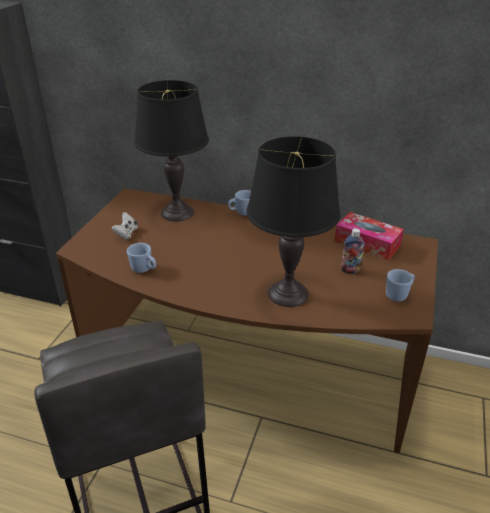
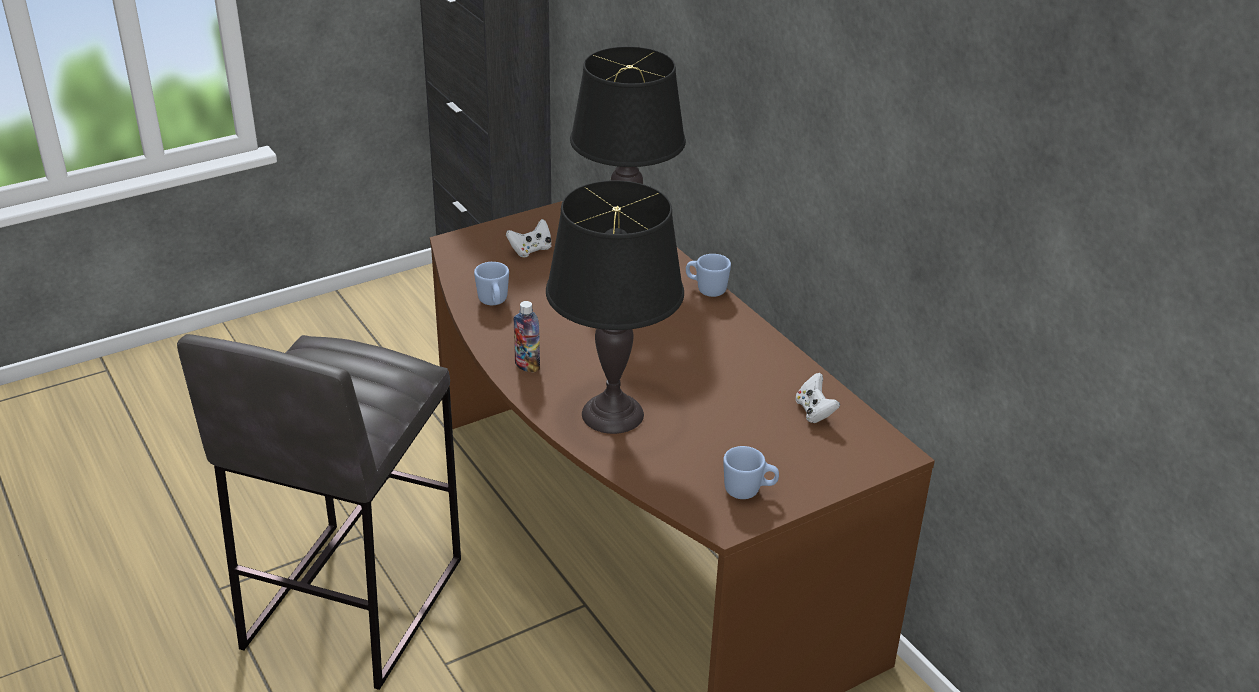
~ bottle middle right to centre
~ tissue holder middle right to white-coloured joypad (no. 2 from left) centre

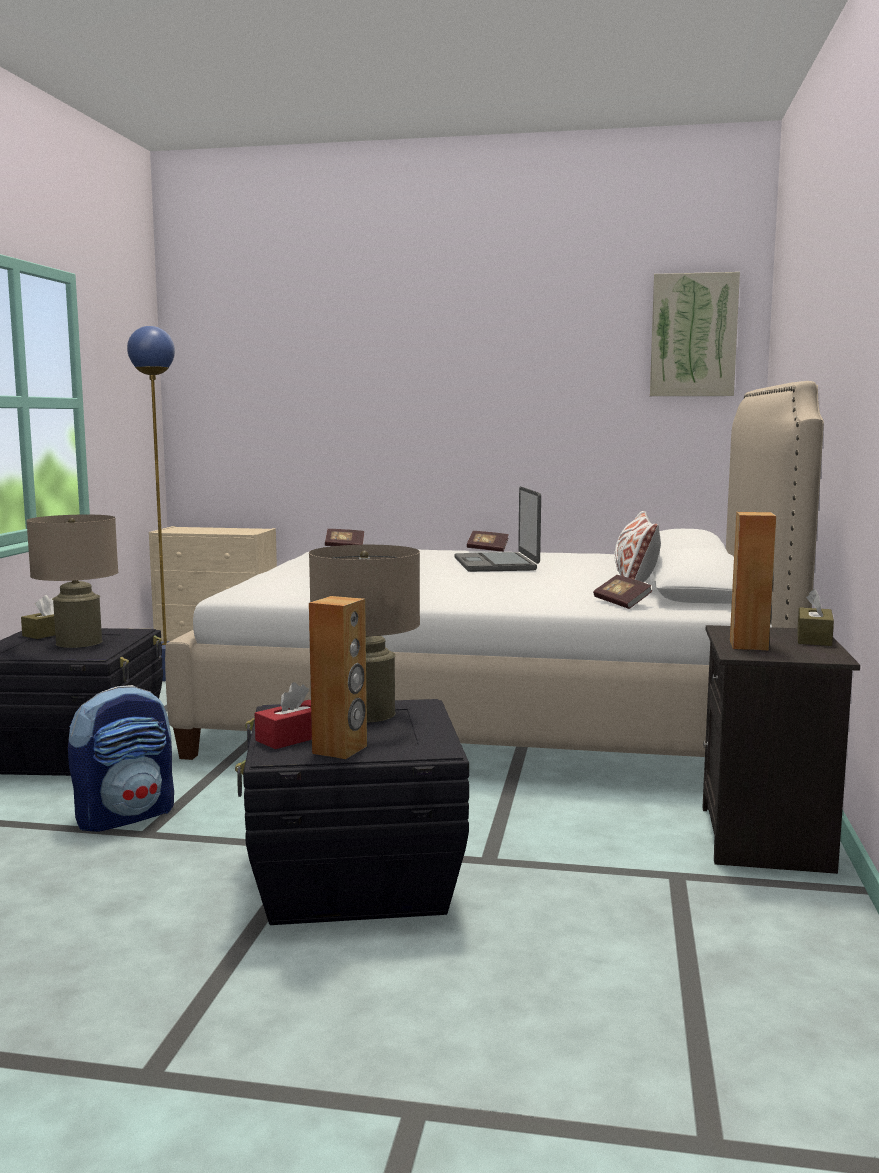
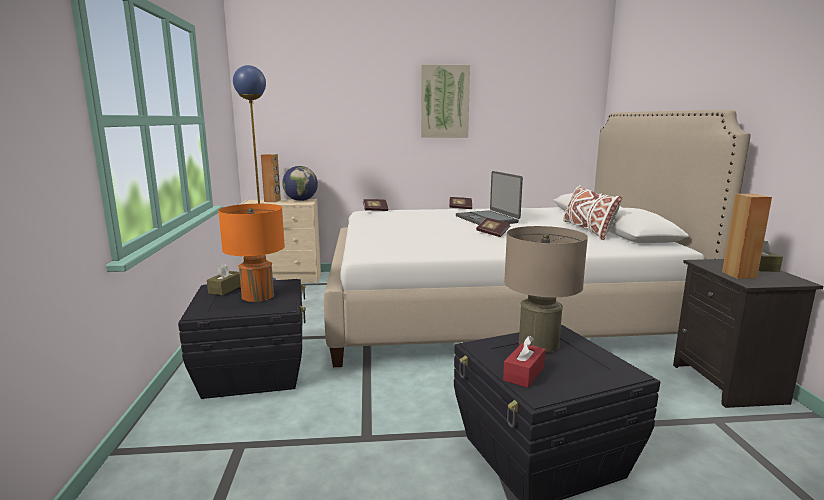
~ beige-coloured lamp for a table (no. 1 from left) middle left to orange lamp for a table middle left
~ brown-coloured audio speaker (no. 1 from left) centre to middle left
+ world globe centre
~ picture top right to top centre
~ book (no. 3 from left) middle right to centre
- rucksack middle left

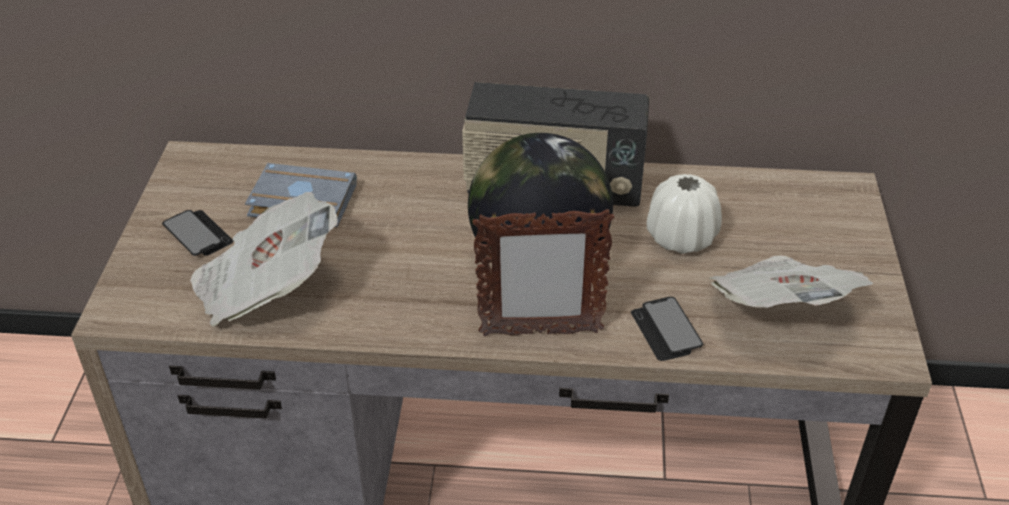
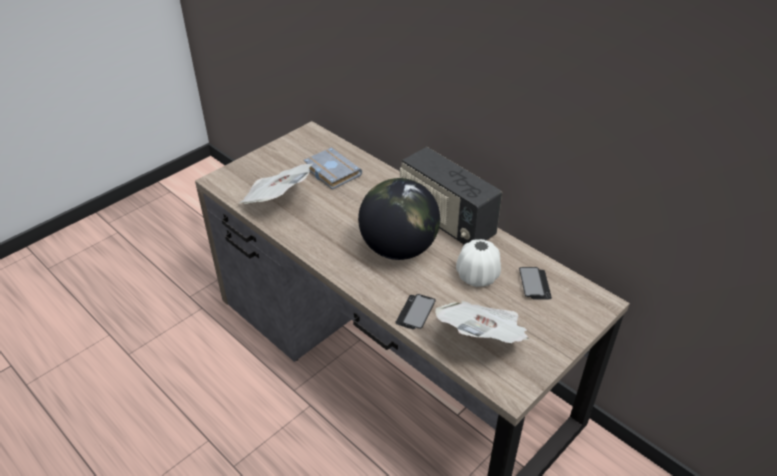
~ telephone (no. 1 from left in the first image) middle left to telephone (no. 2 from left) middle right
- standing frame centre

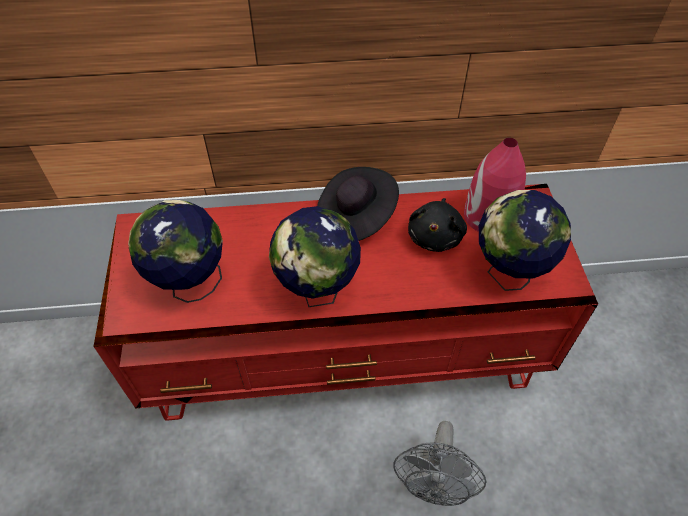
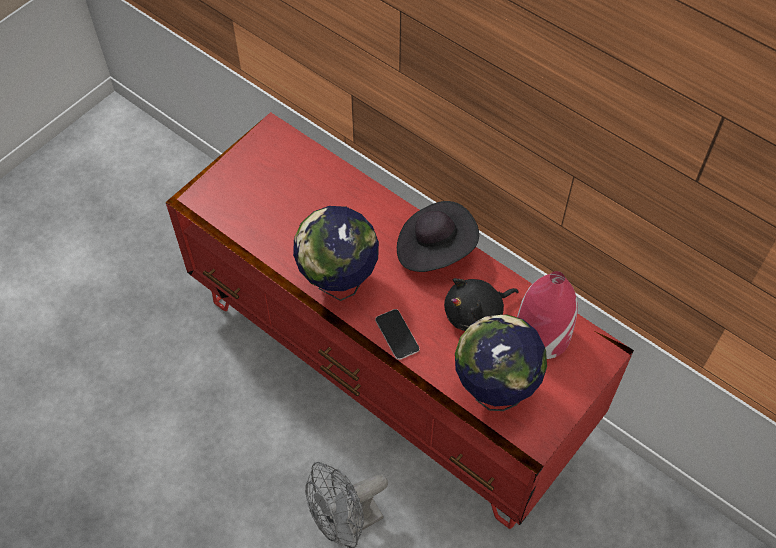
+ telephone centre
- world globe (no. 1 from left) middle left

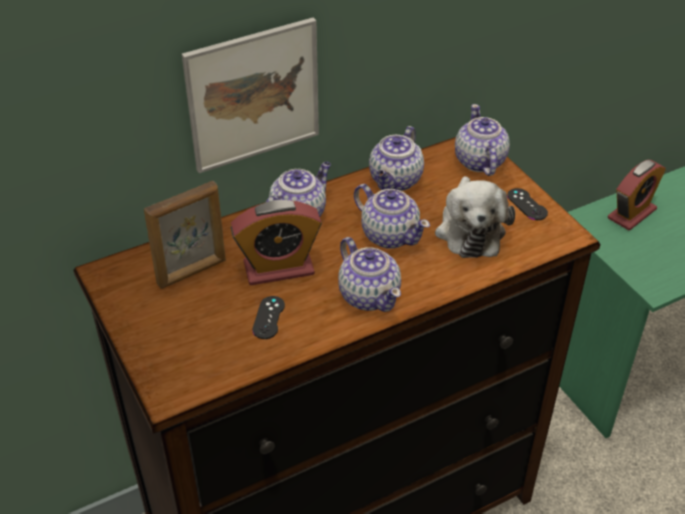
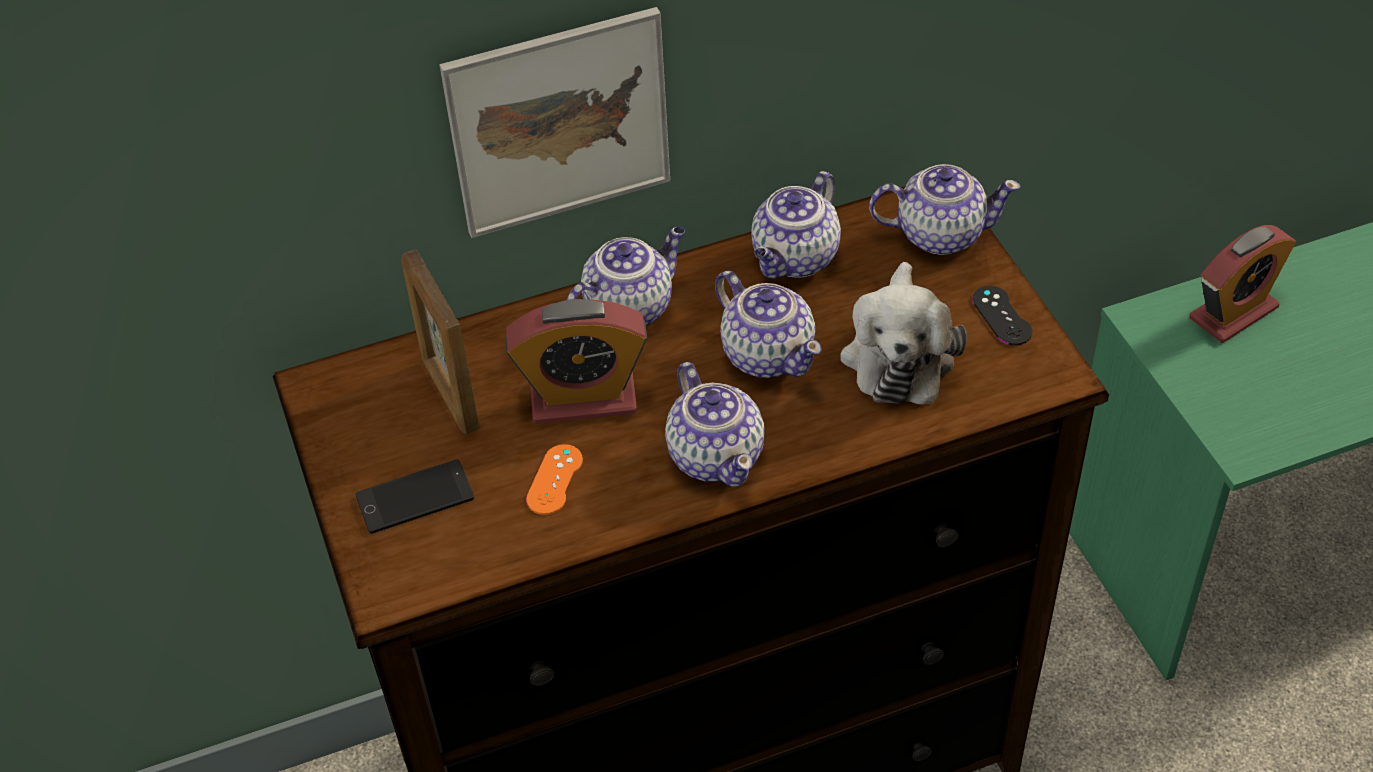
+ telephone middle left
~ standing frame middle left = middle left 90 degrees clockwise
~ blackish joypad (no. 1 from left) centre to orange joypad centre
~ teapot (no. 5 from left) top right = top right 90 degrees clockwise

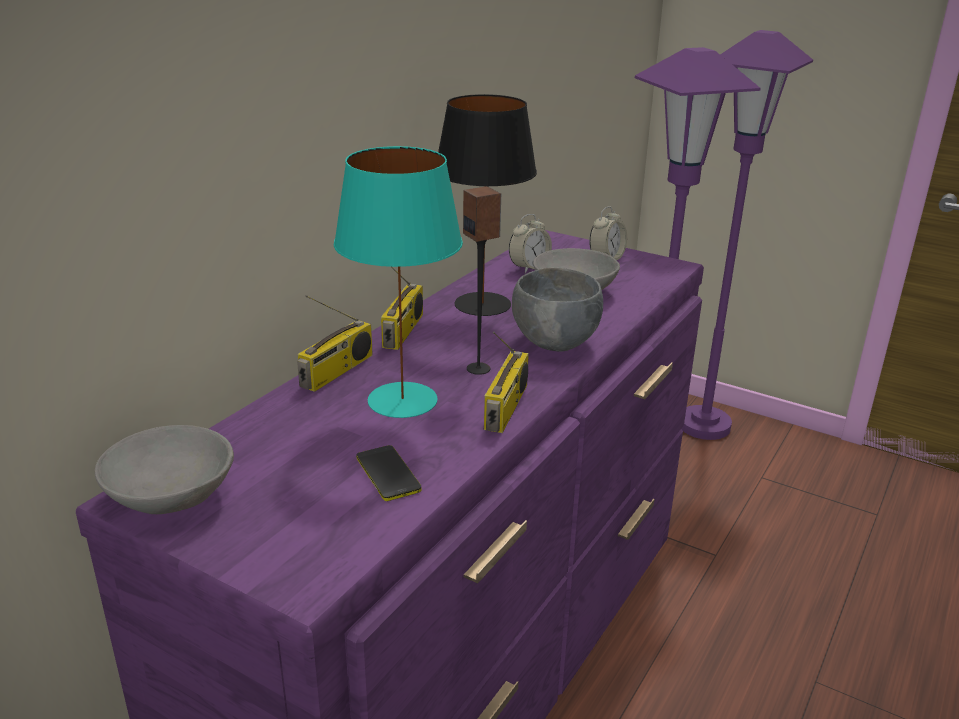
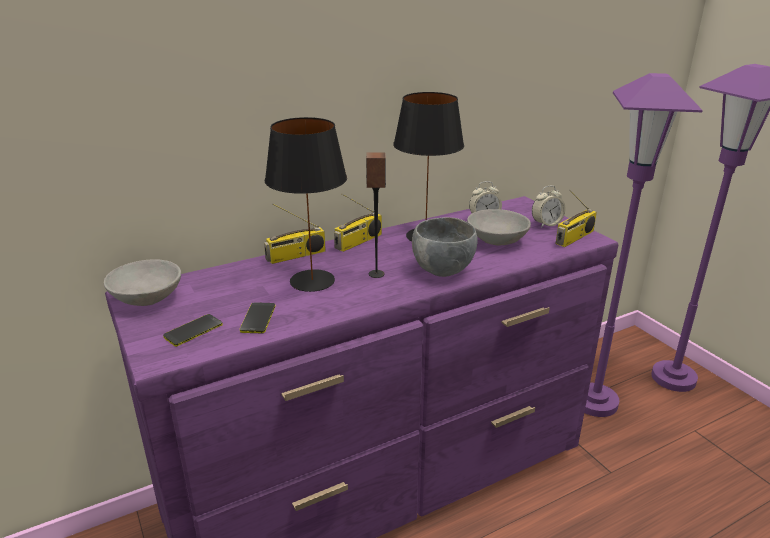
+ telephone (no. 1 from left) middle left
~ blue-green lamp for a table centre to blackish lamp for a table (no. 1 from left) centre
~ radio receiver (no. 3 from left) centre to middle right

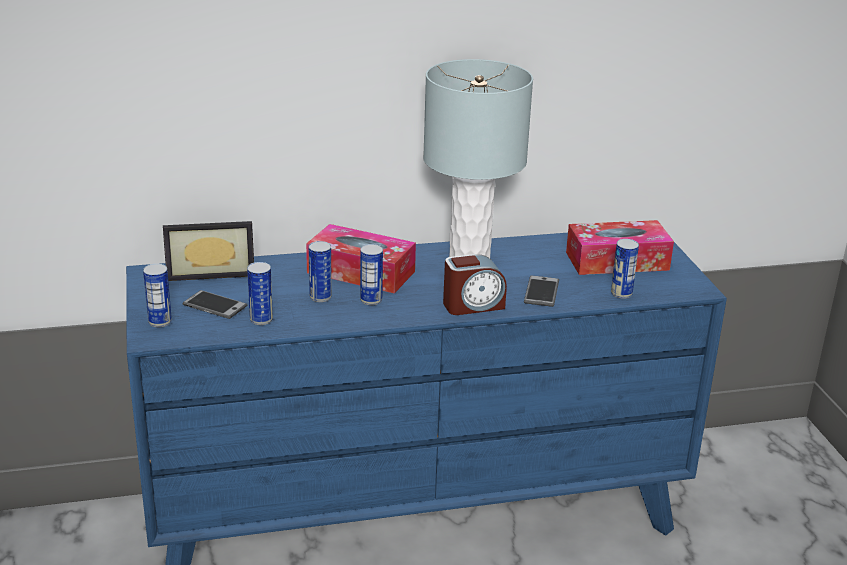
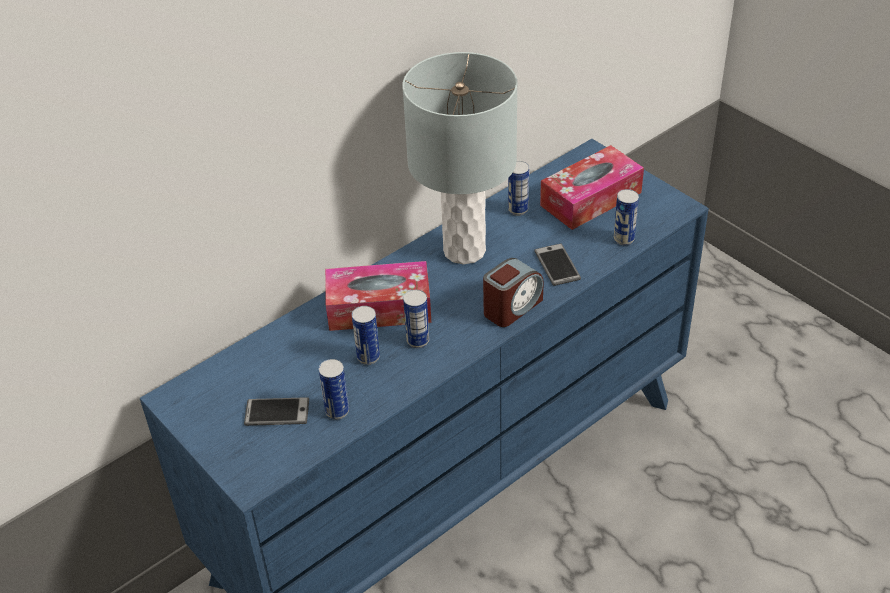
~ metal can (no. 1 from left in the first image) middle left to metal can (no. 4 from left) top centre
- standing frame middle left

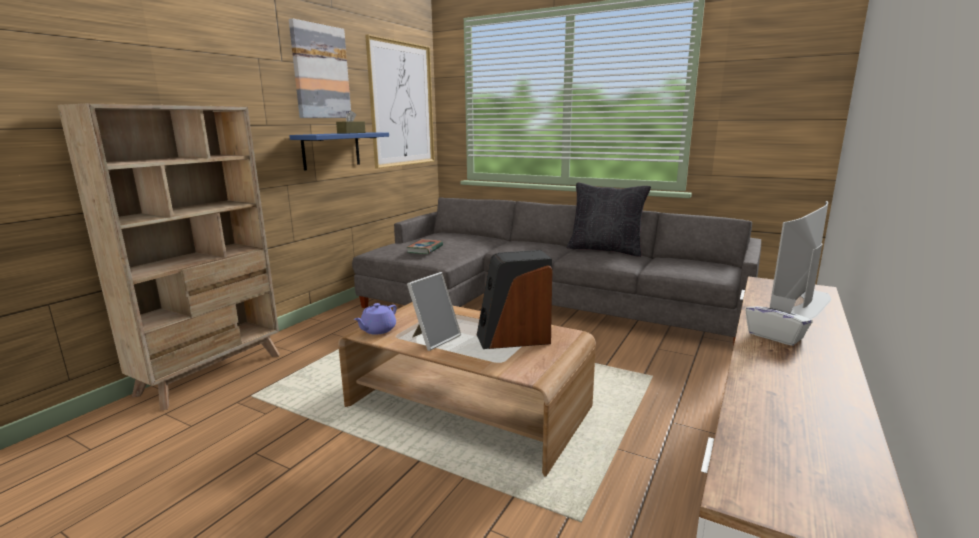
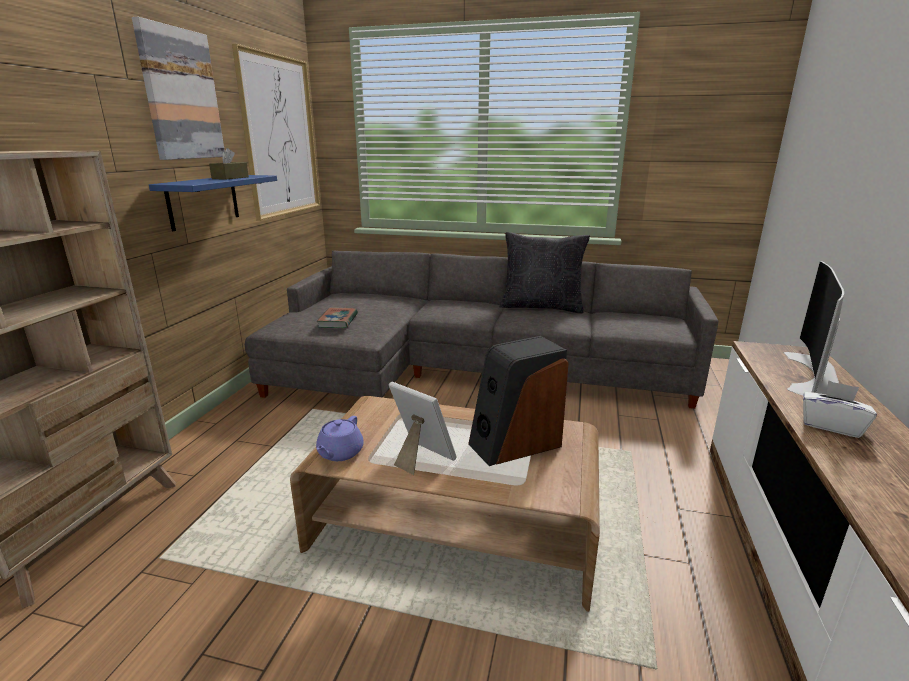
~ standing frame centre = centre 75 degrees counterclockwise

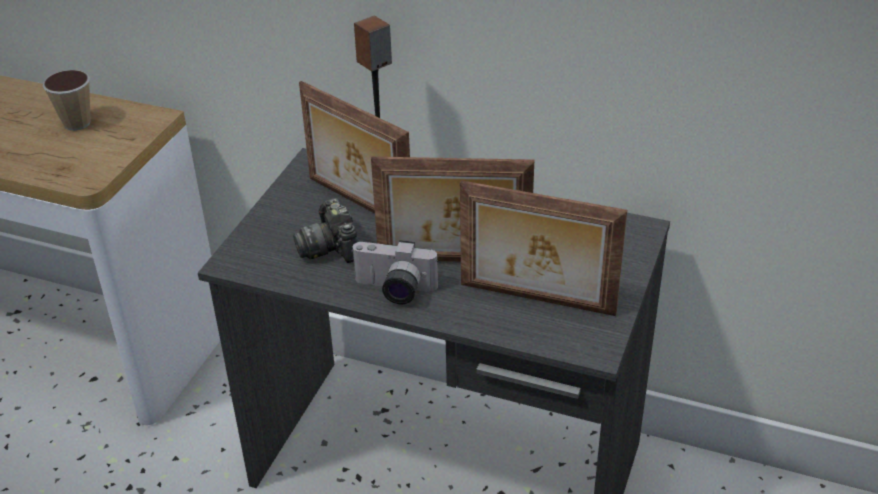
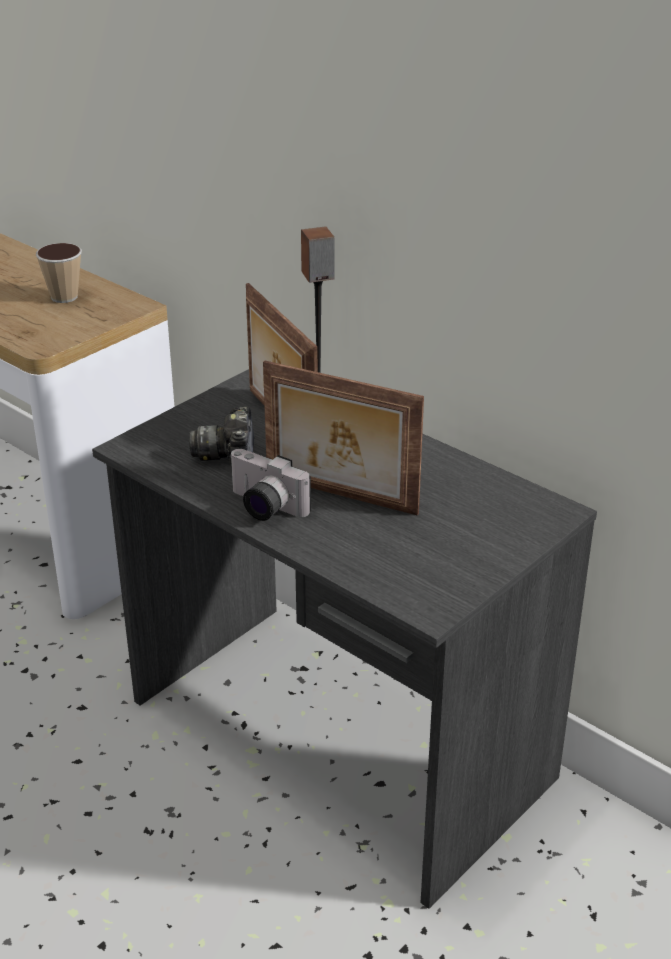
- standing frame (no. 3 from left) centre

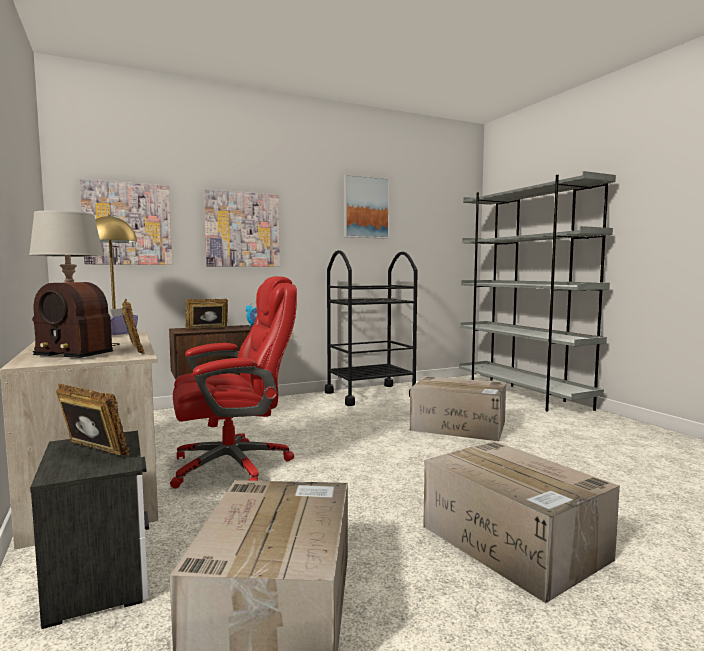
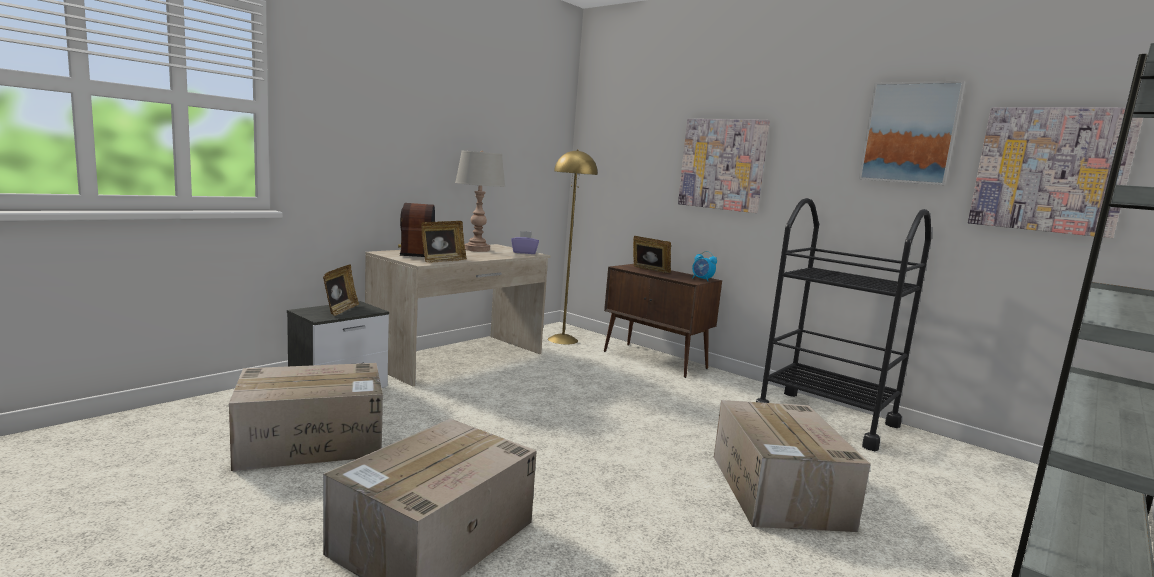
~ picture (no. 1 from left in the first image) middle left to picture (no. 3 from left) top right
- red desk chair middle left

